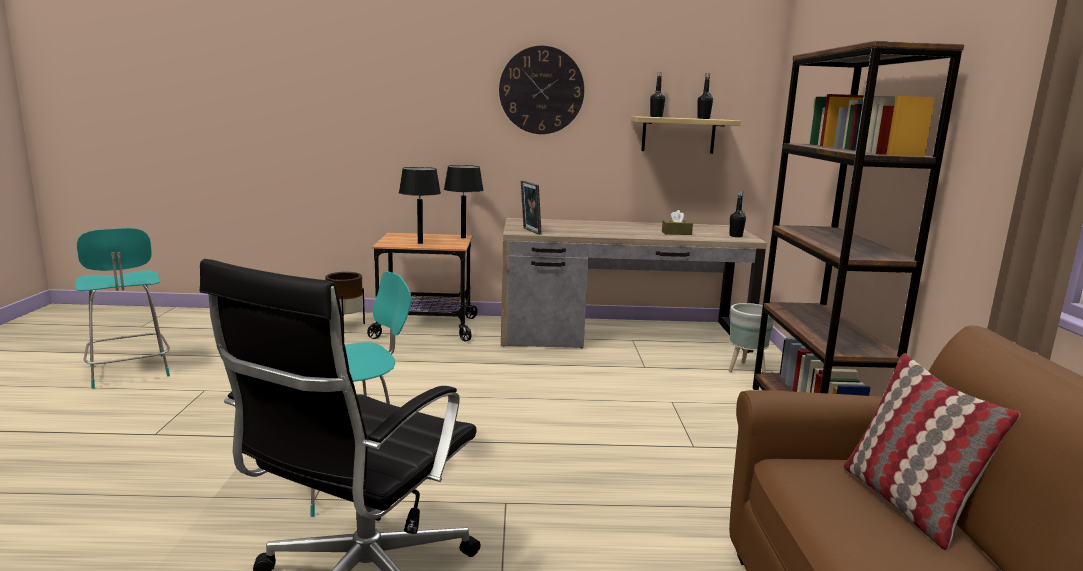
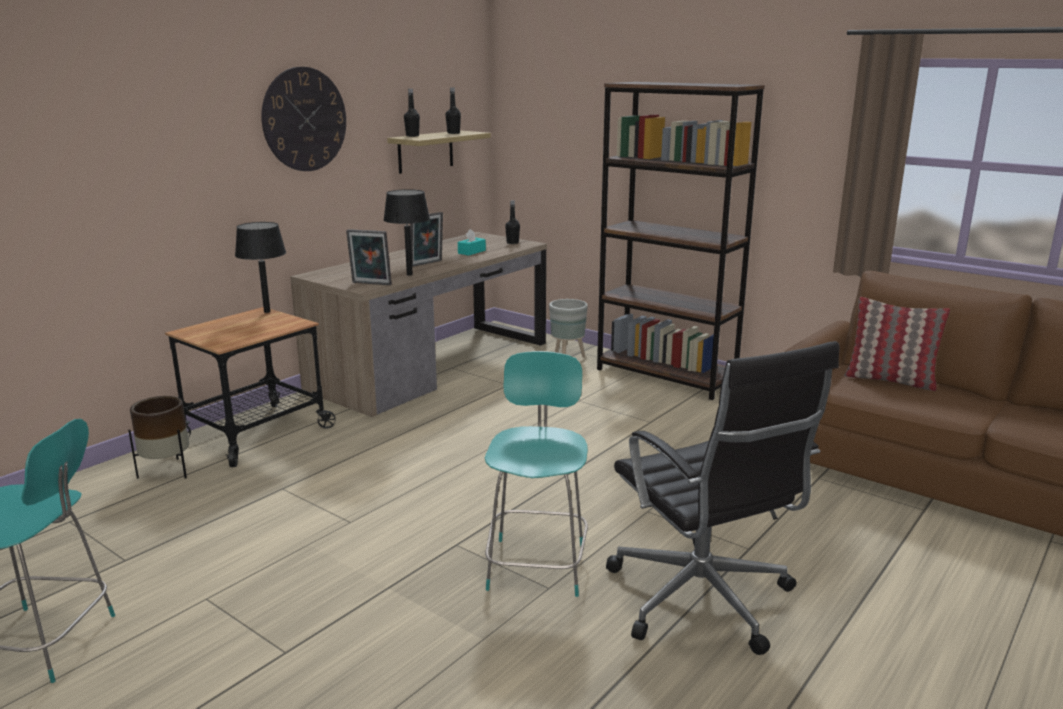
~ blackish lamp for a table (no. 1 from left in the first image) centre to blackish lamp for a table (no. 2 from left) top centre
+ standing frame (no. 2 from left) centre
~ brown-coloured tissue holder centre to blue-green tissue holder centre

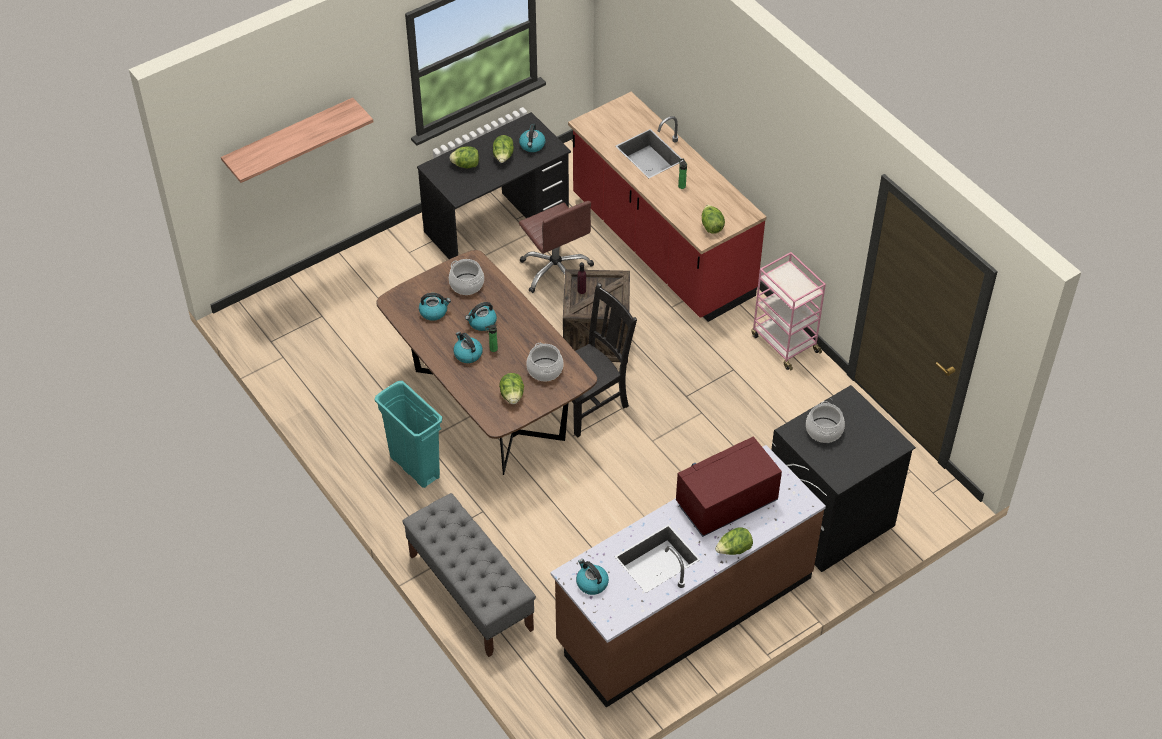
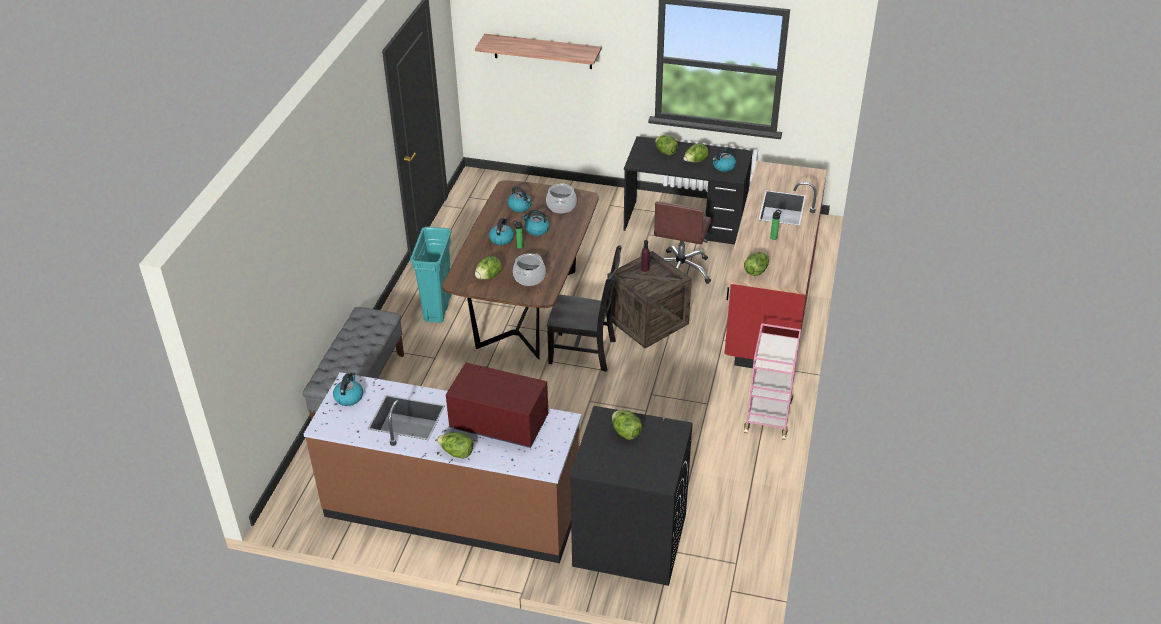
~ stockpot (no. 3 from left) middle right to lettuce head (no. 3 from left) bottom centre

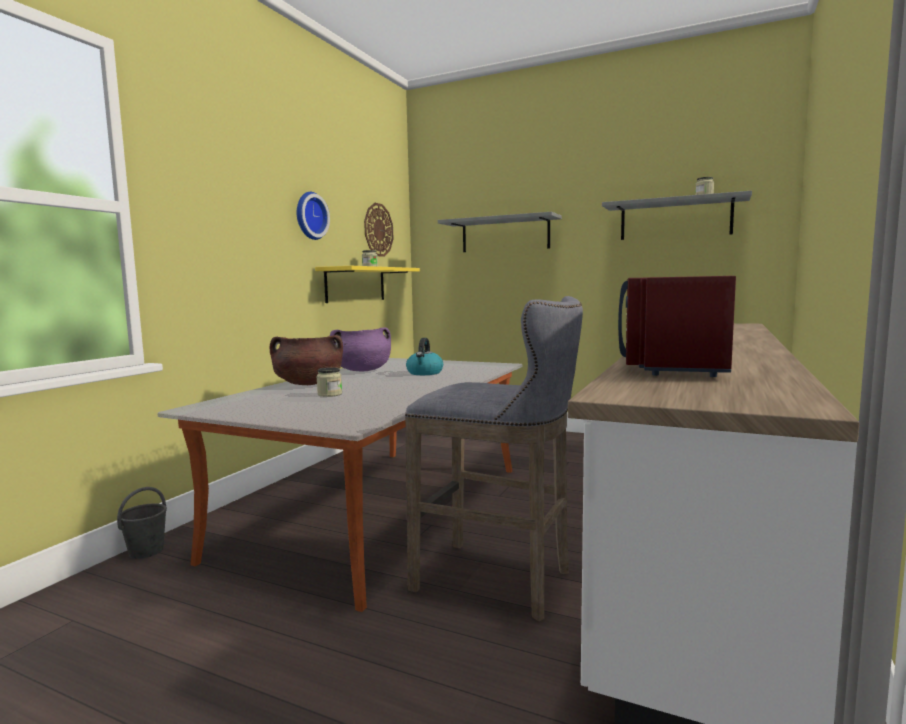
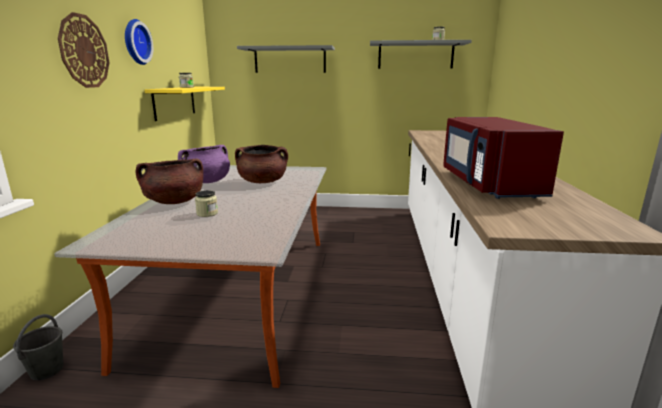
~ clock on the wall (no. 2 from left in the first image) top centre to clock on the wall (no. 1 from left) top left
~ tea kettle centre to brown-coloured stockpot (no. 2 from left) centre
- gray sitting stool centre

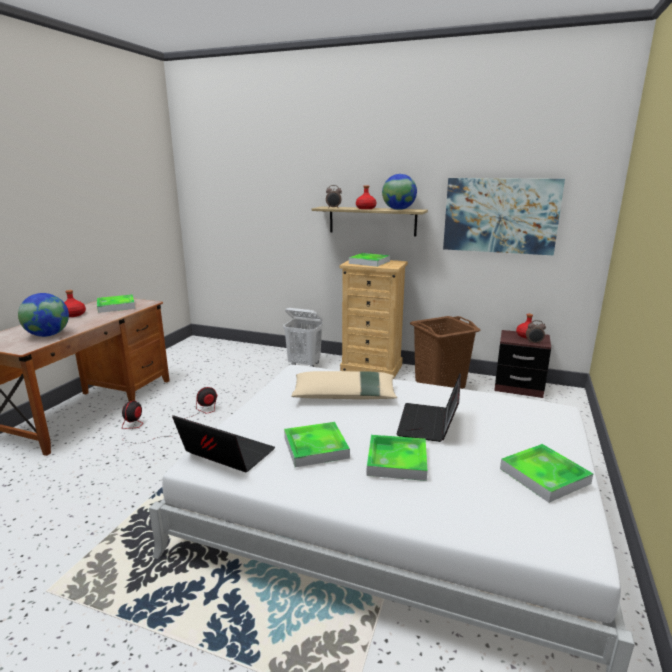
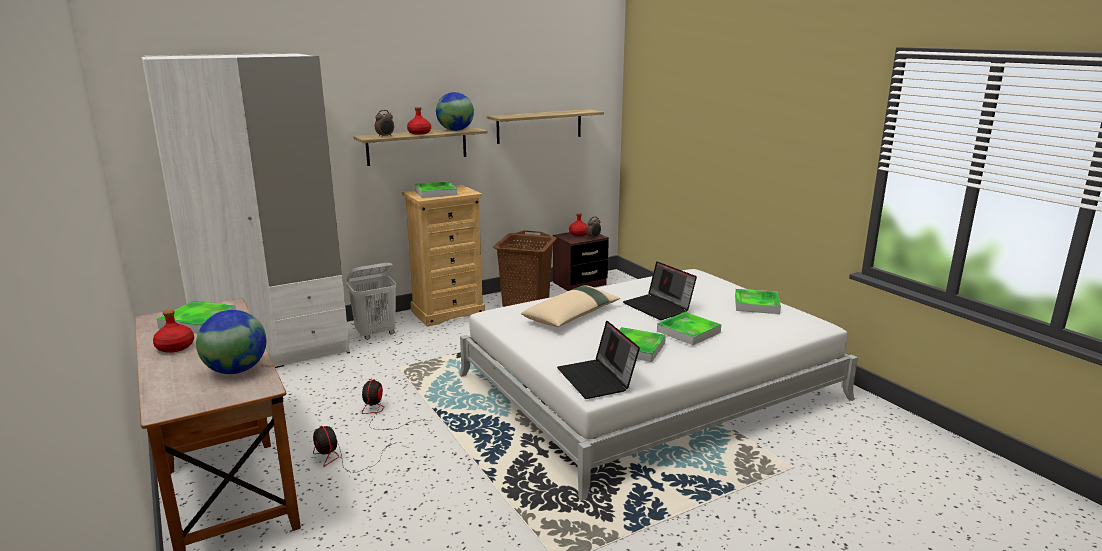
+ white-coloured clothes cupboard middle left
~ picture top right to wall shelf (no. 2 from left) top centre
~ portable computer (no. 1 from left) middle left = centre 90 degrees counterclockwise

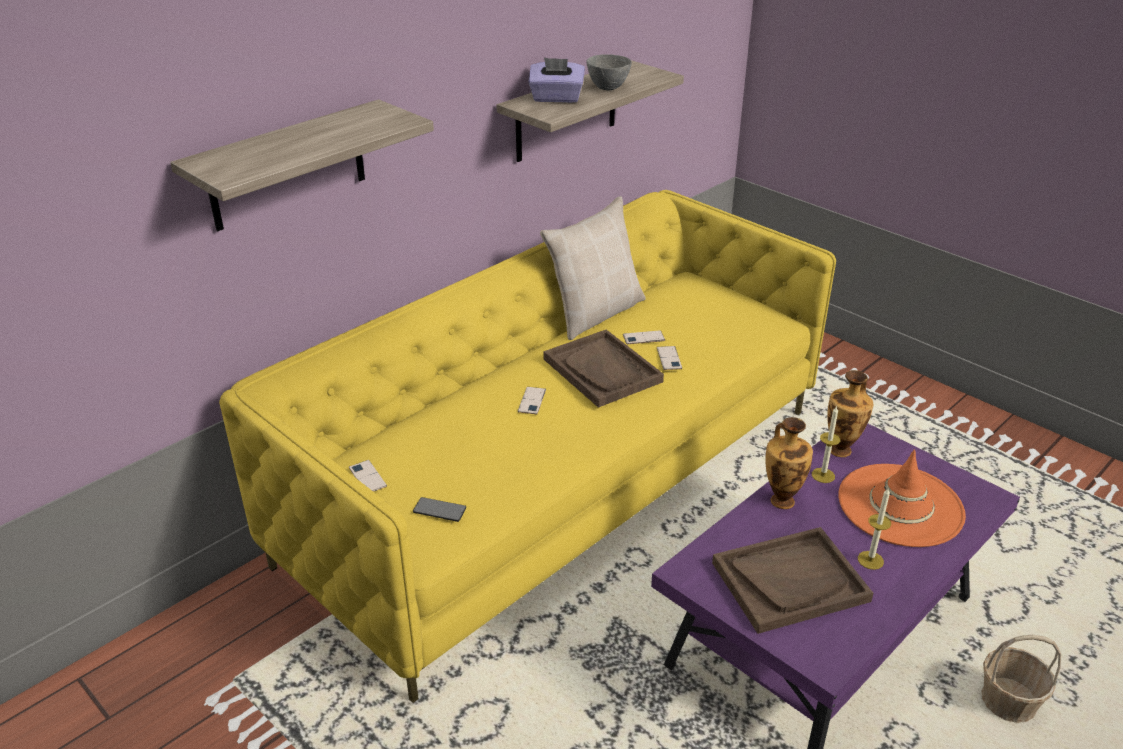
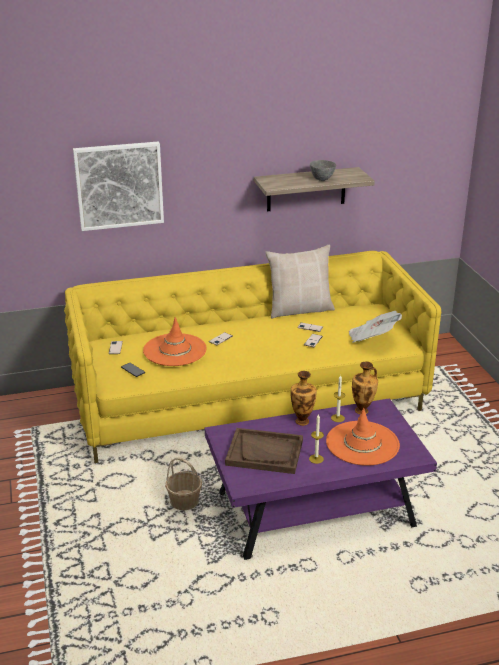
~ wall shelf (no. 1 from left) top left to picture top left
+ orange wearable hat (no. 1 from left) centre
~ basket bottom right to bottom centre
+ newspaper middle right
- purple-coloured tissue holder top centre
- brown-coloured serving tray (no. 1 from left) centre

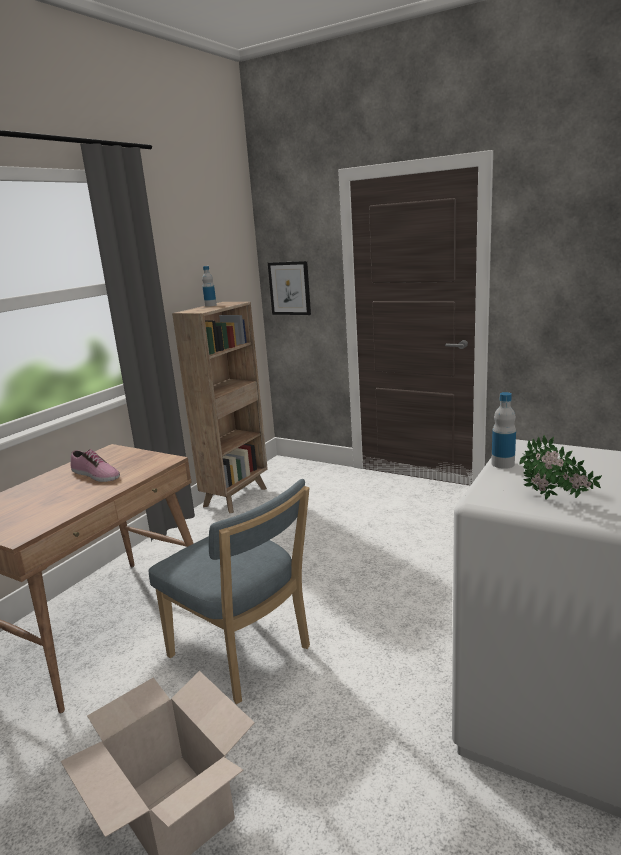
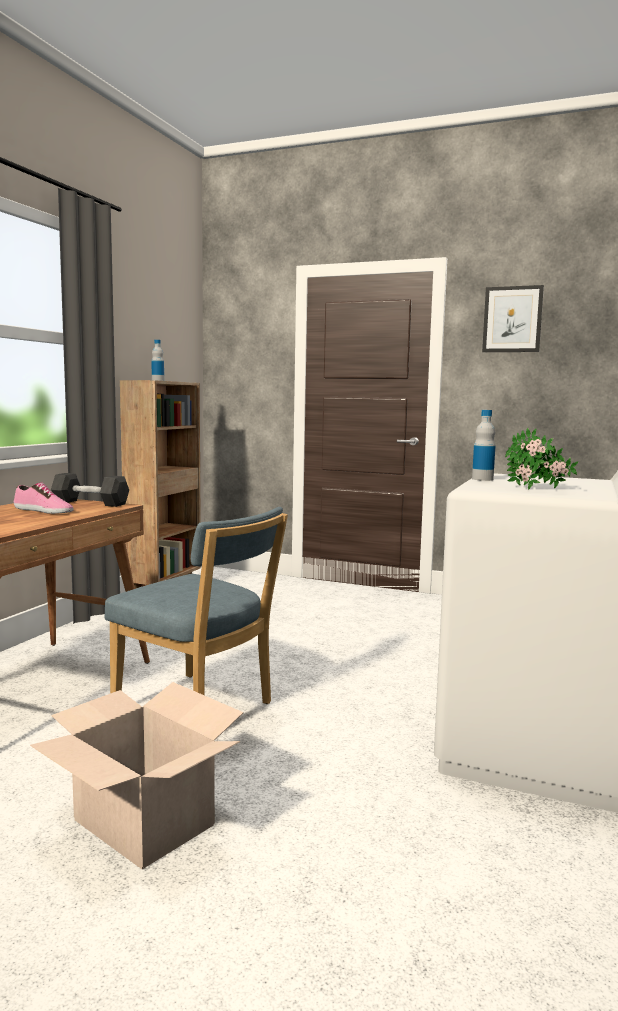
+ blackish free weight middle left
~ picture centre to top right

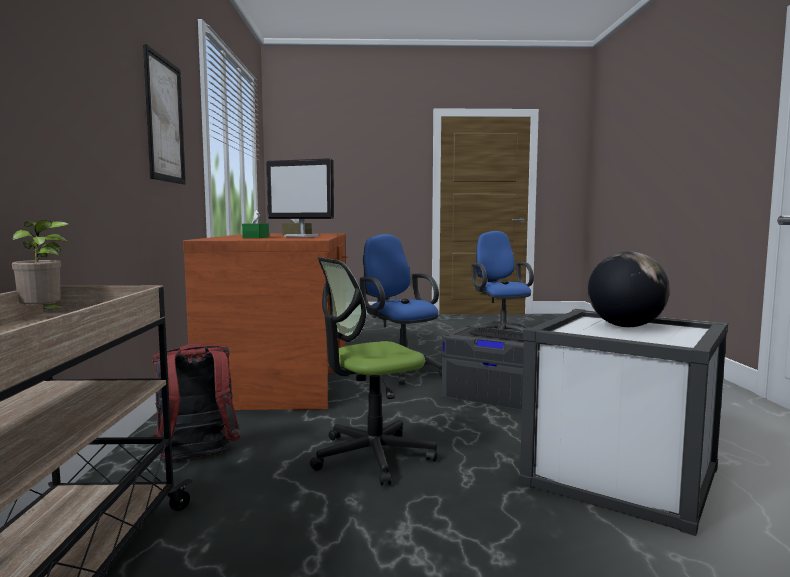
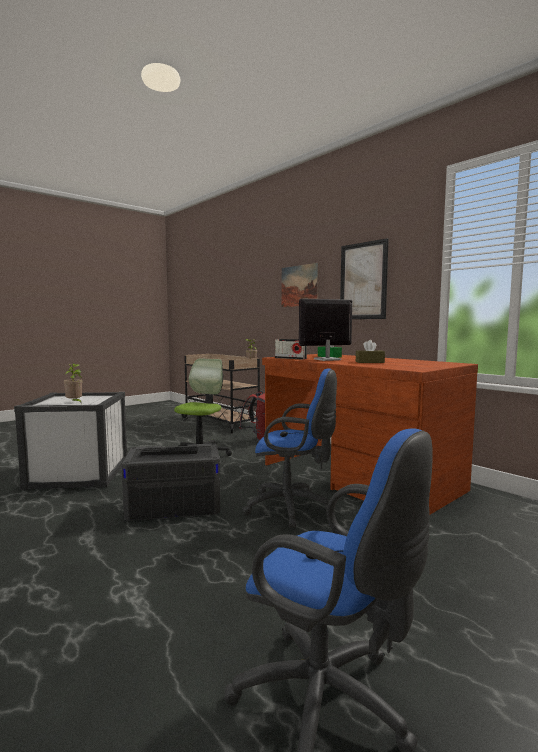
~ world globe middle right to houseplant (no. 1 from left) middle left
+ radio receiver centre
+ picture (no. 1 from left) centre

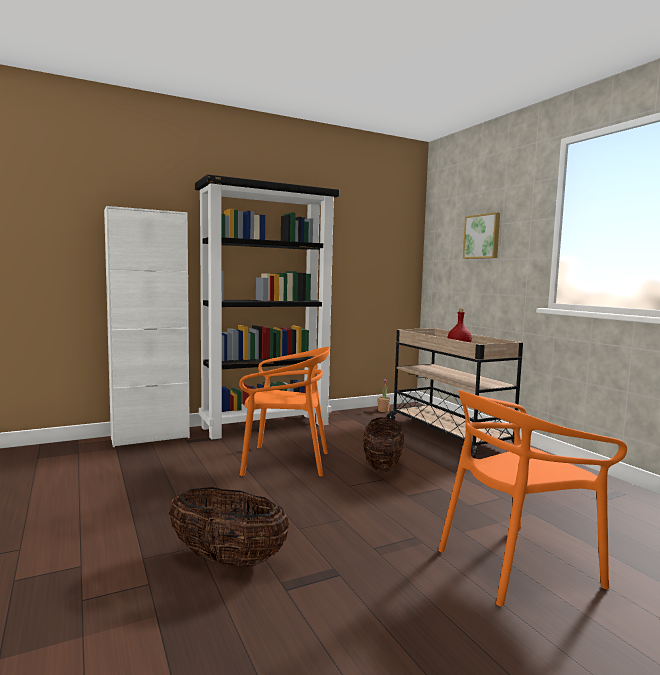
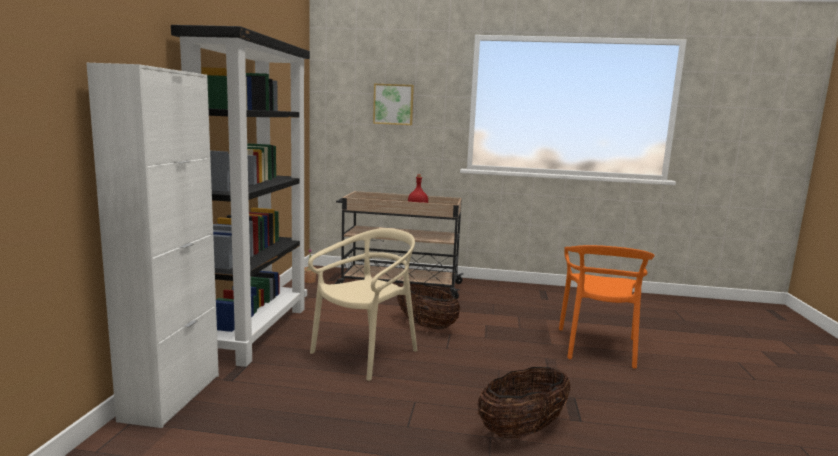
~ orange plain chair (no. 1 from left) centre to beige-coloured plain chair bottom centre

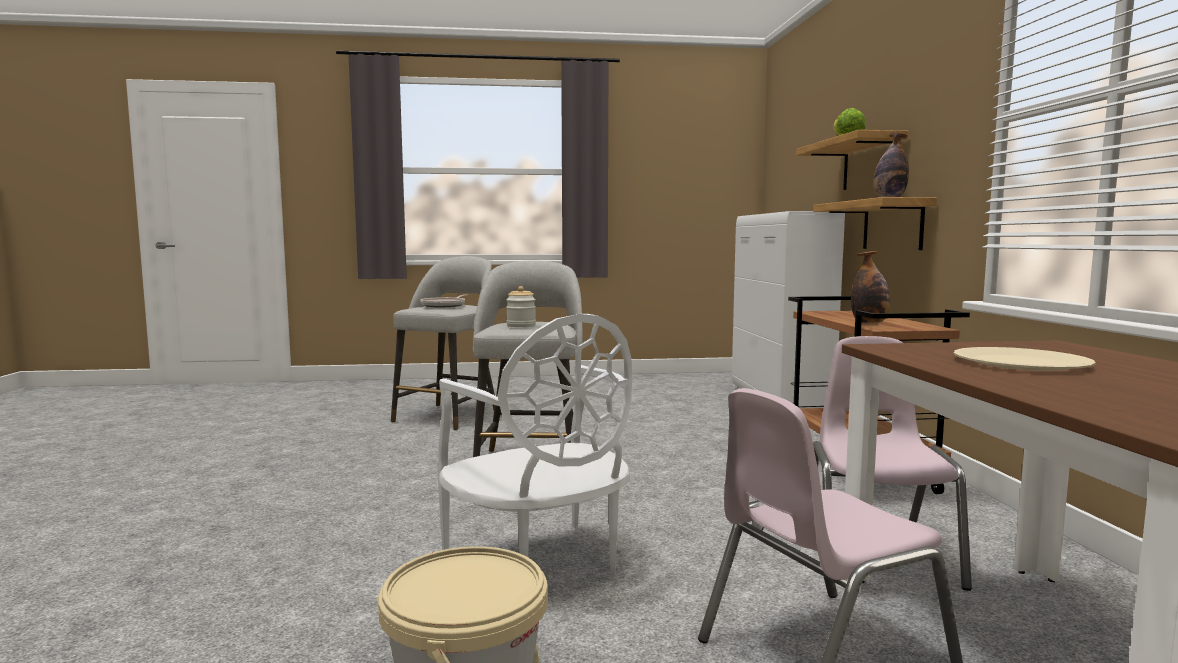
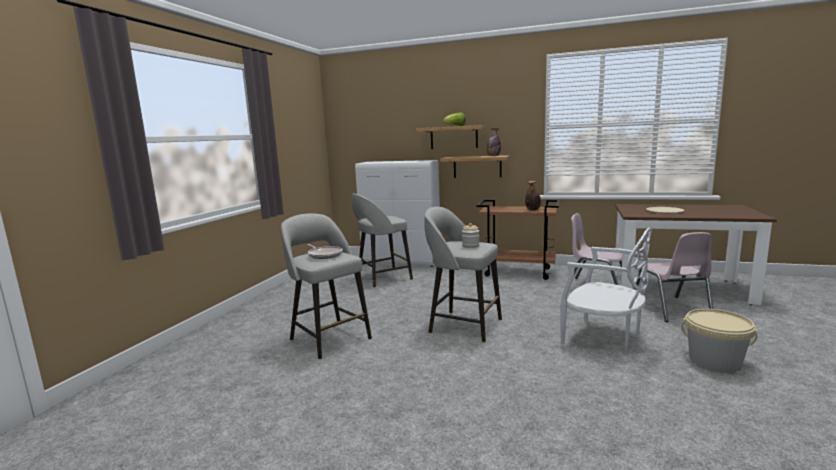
+ gray sitting stool (no. 2 from left) centre
~ white-coloured plain chair bottom centre = middle right 45 degrees clockwise

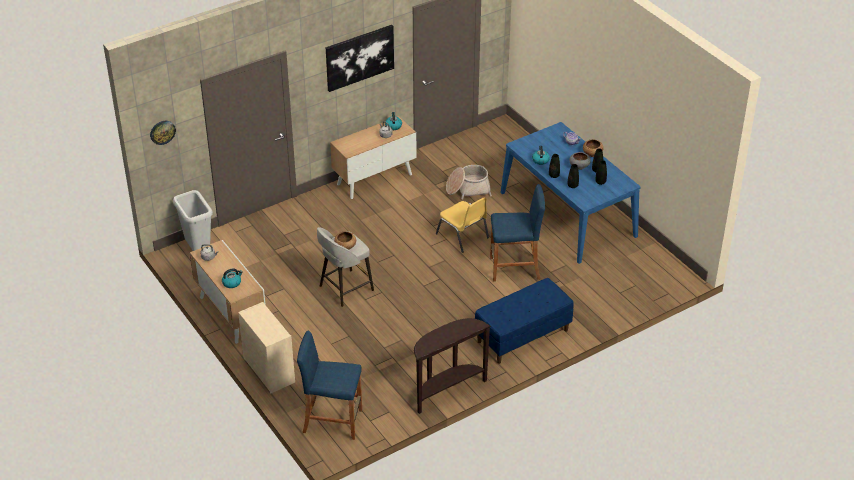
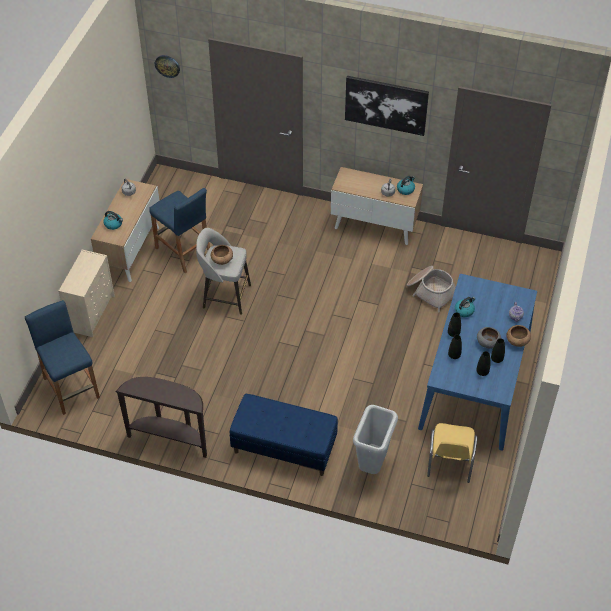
~ blue-coloured sitting stool (no. 2 from left) centre to middle left
~ gray waste bin middle left to bottom centre
~ yellow-coloured plain chair centre to bottom right

